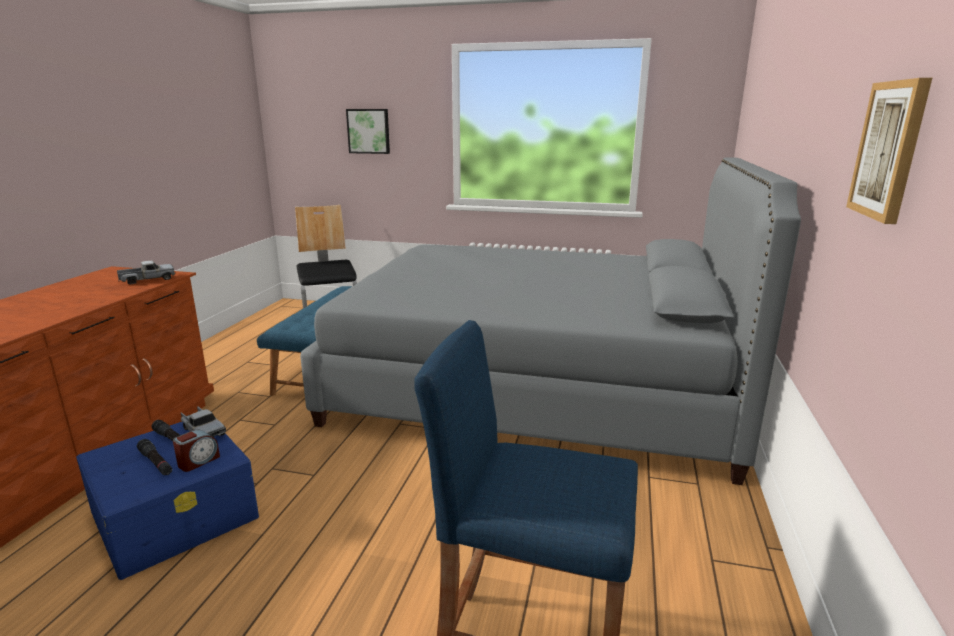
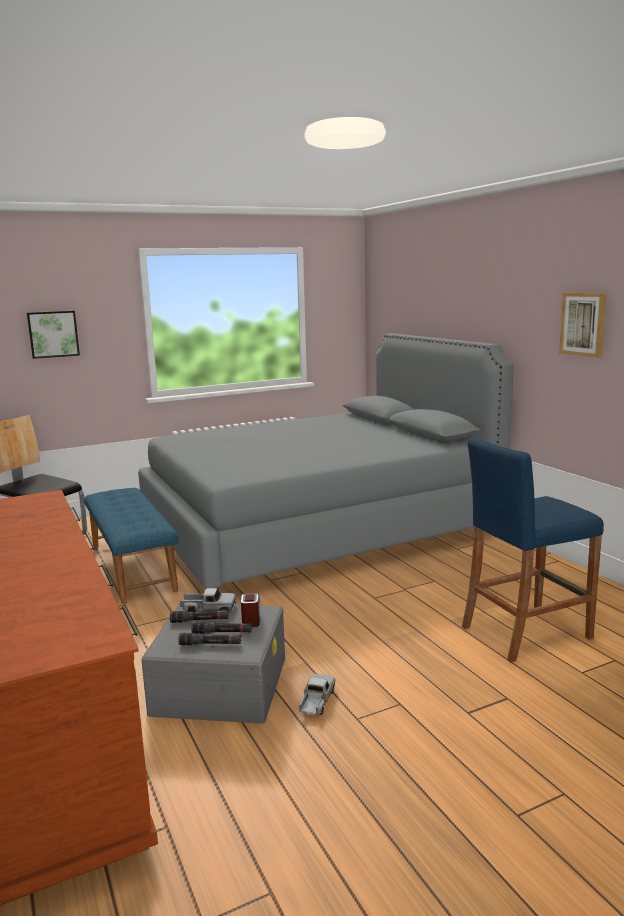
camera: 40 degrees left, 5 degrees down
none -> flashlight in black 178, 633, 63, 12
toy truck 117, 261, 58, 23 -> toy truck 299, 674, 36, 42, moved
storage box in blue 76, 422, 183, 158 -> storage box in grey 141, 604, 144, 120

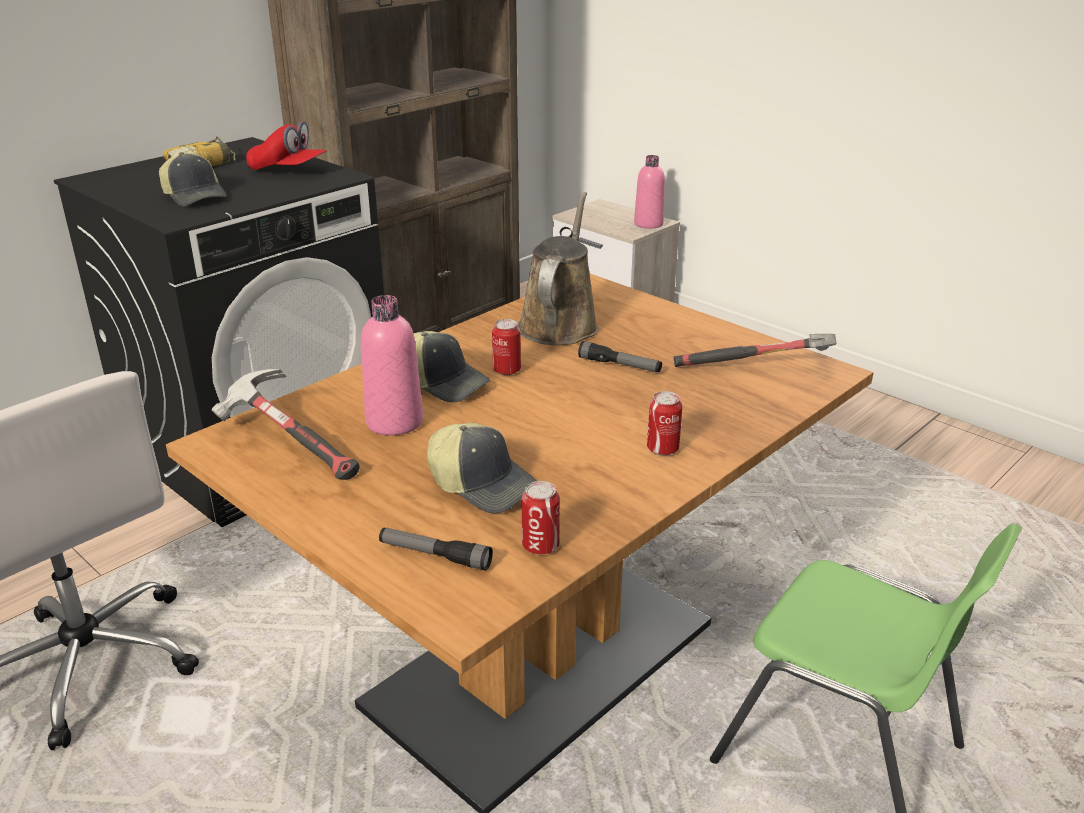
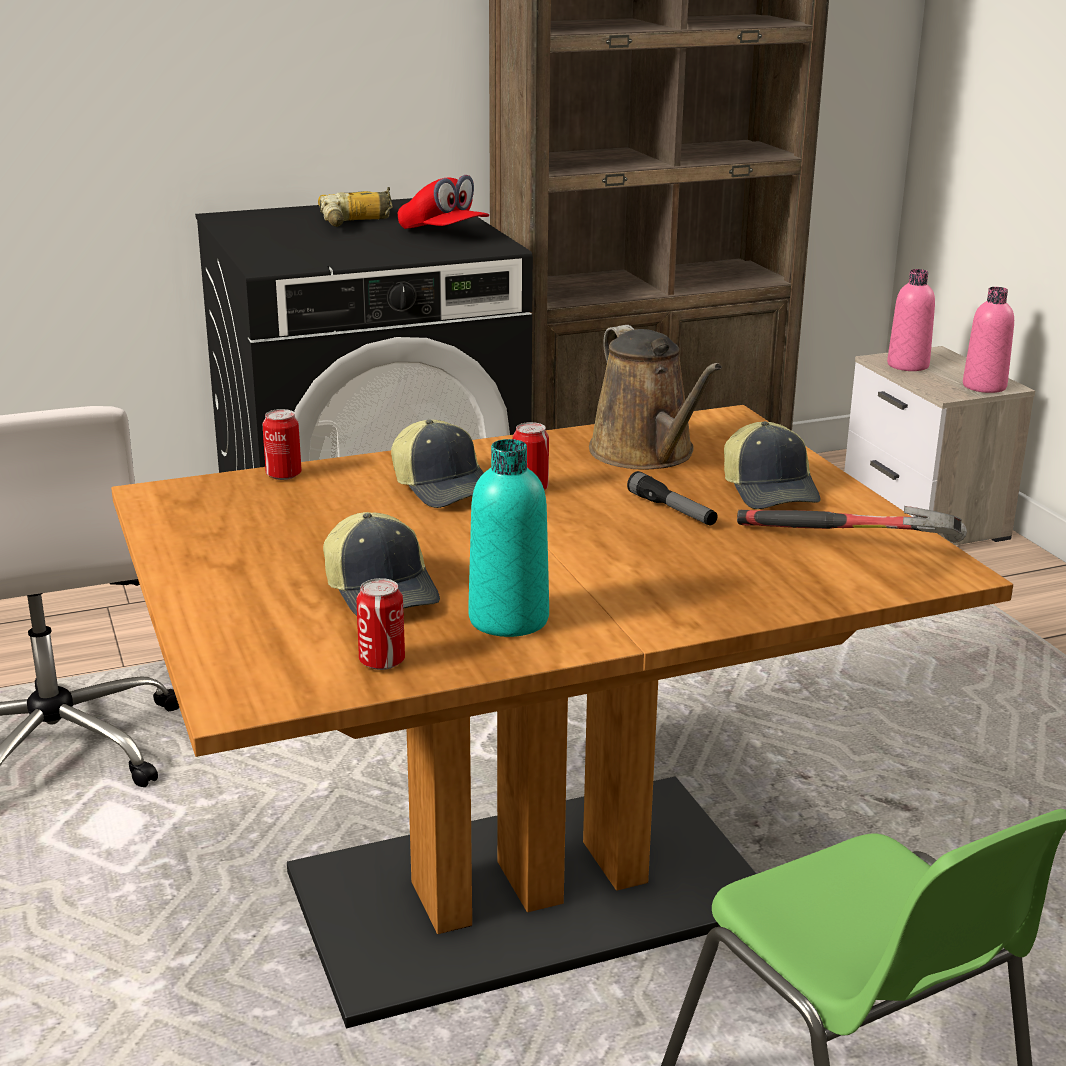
camera: 25 degrees right, 5 degrees down
hammer 211, 369, 148, 111 -> none
flashlight 379, 528, 114, 43 -> none
none -> bottle in turquoise 468, 439, 81, 198
cap 159, 152, 68, 54 -> cap 724, 421, 96, 88, moved
bottle in pink 361, 295, 62, 141 -> bottle in pink 887, 269, 48, 102, moved
can 647, 391, 35, 64 -> can 263, 409, 39, 71, moved
watering can in brown 518, 192, 81, 153 -> watering can in brown 589, 325, 133, 144, 120 degrees clockwise

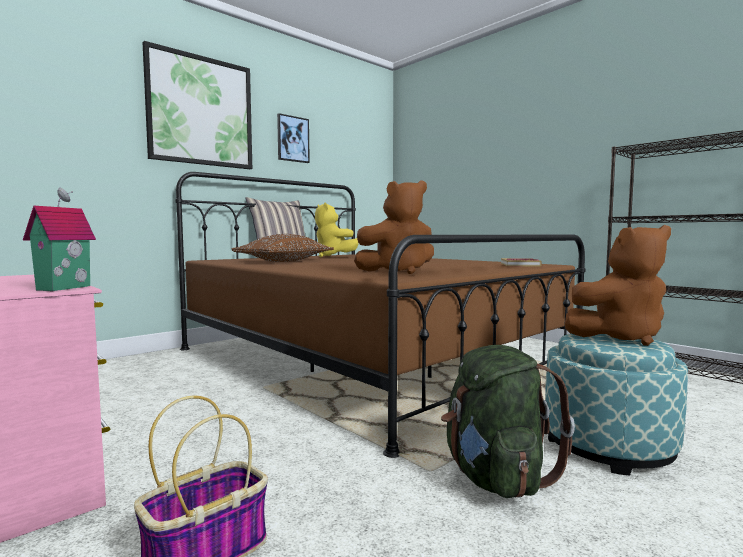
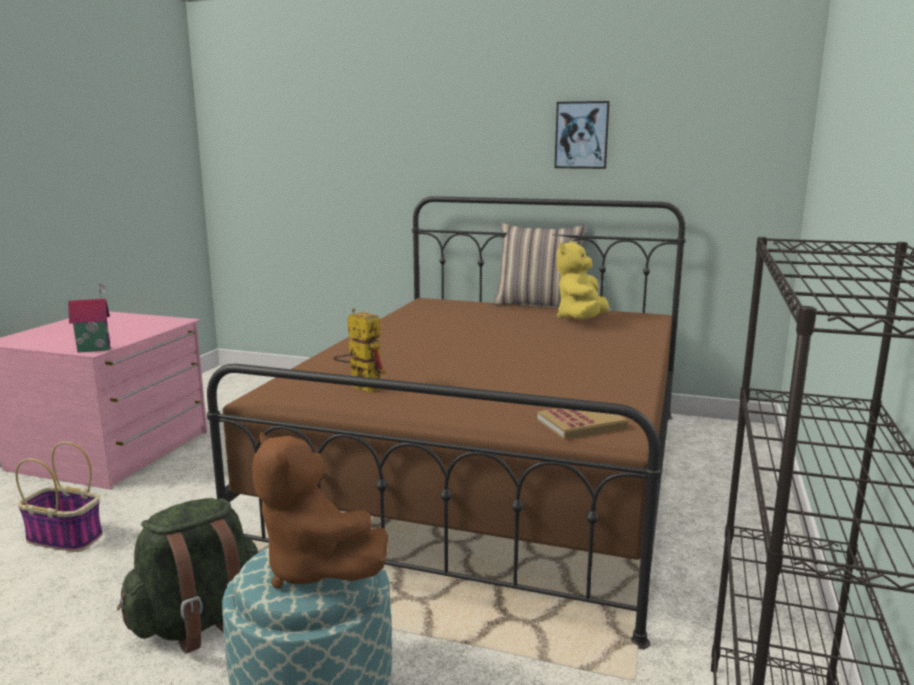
camera: 60 degrees right, 10 degrees up
picture 143, 41, 109, 128 -> none
pillow in brown 232, 234, 102, 28 -> none
plush toy in brown 354, 180, 80, 94 -> toy robot 333, 308, 53, 85

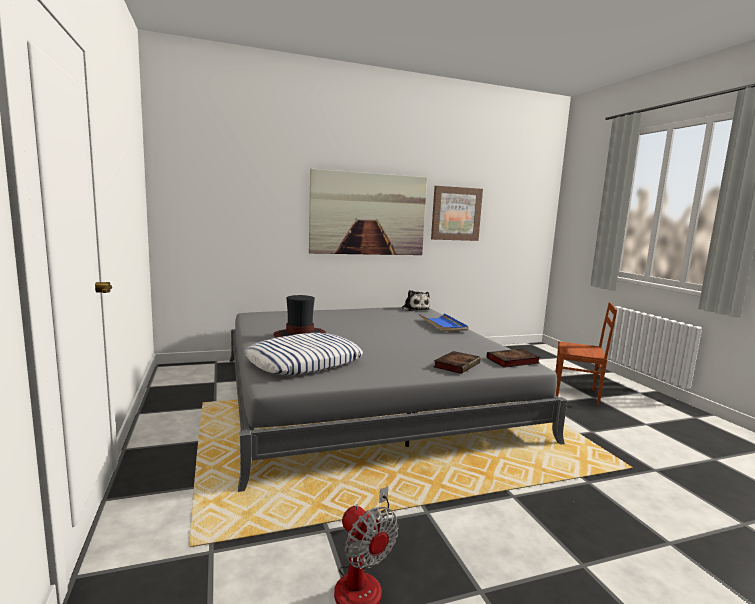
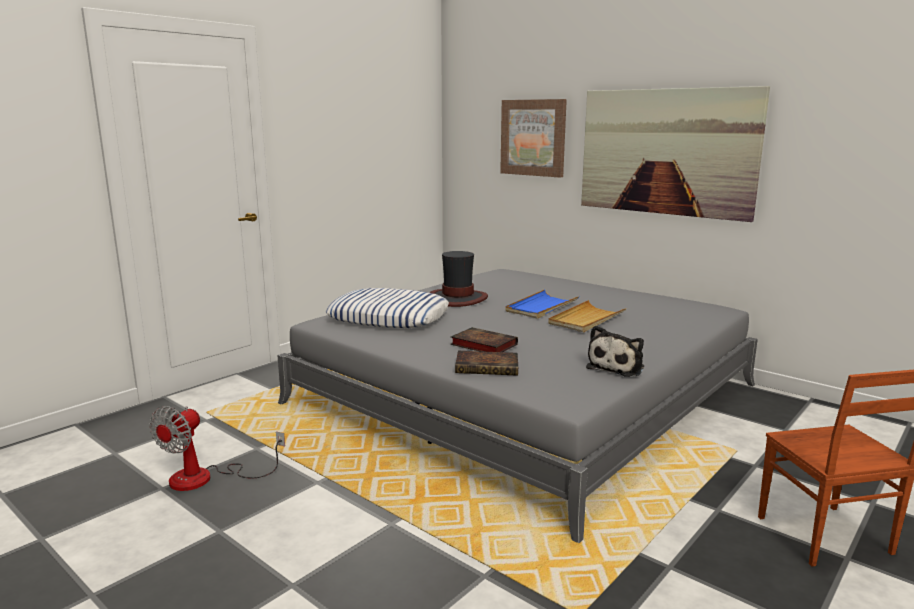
camera: 60 degrees right, 5 degrees up
none -> tray in beige 548, 300, 79, 32
plush toy 402, 290, 28, 21 -> plush toy 586, 325, 58, 52, moved
tray in blue 419, 313, 50, 19 -> tray in blue 505, 289, 74, 30, moved
picture 431, 186, 52, 55 -> picture 500, 99, 67, 78, moved
book 487, 349, 54, 19 -> book 451, 327, 67, 25, moved

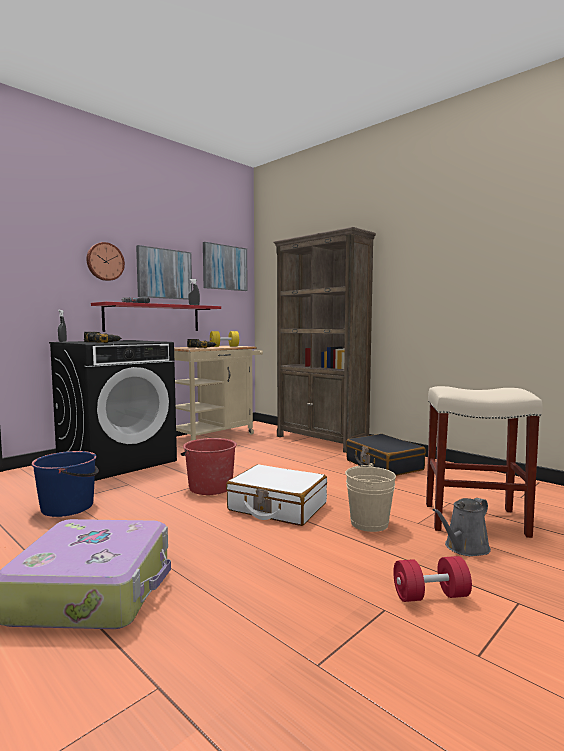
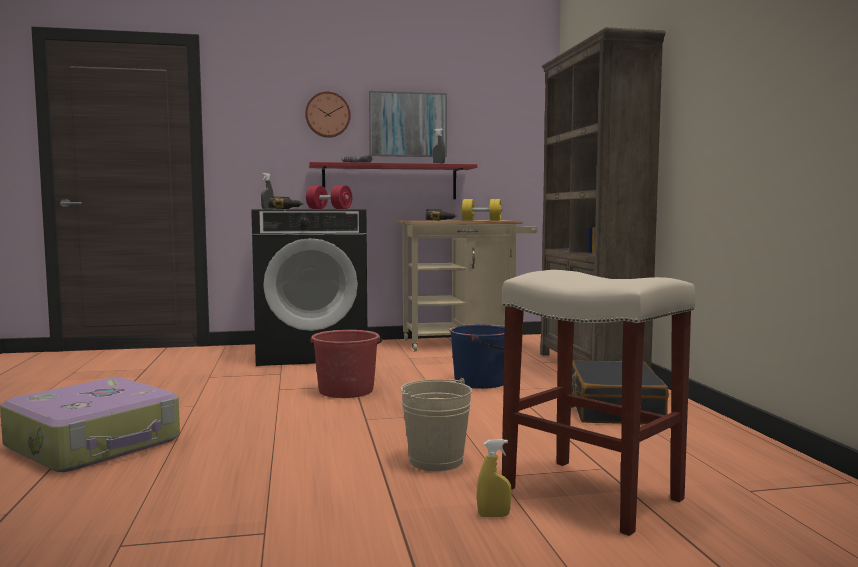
camera: 35 degrees right, 0 degrees up
picture 203, 242, 45, 49 -> none
suitcase in white 226, 464, 101, 62 -> none
bucket in blue 31, 451, 68, 66 -> bucket in blue 449, 324, 56, 65, moved
dumbbell in red 393, 556, 79, 46 -> dumbbell in red 306, 185, 46, 24, moved
watering can in grey 433, 498, 58, 58 -> spray bottle in yellow 477, 439, 35, 78

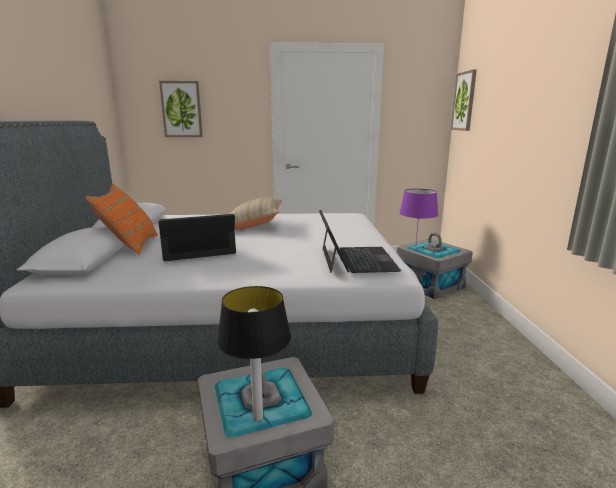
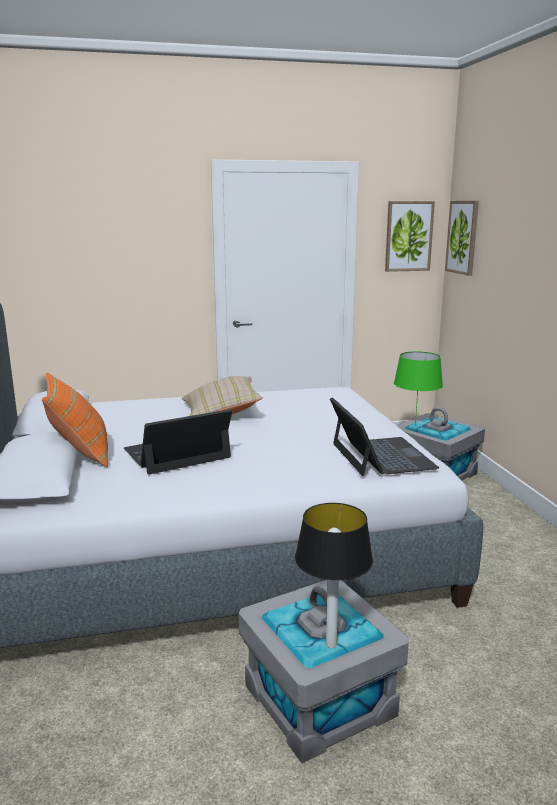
camera: 10 degrees left, 0 degrees up
picture 159, 81, 44, 56 -> picture 385, 201, 50, 71, moved
table lamp in purple 399, 189, 39, 53 -> table lamp in green 394, 351, 49, 75

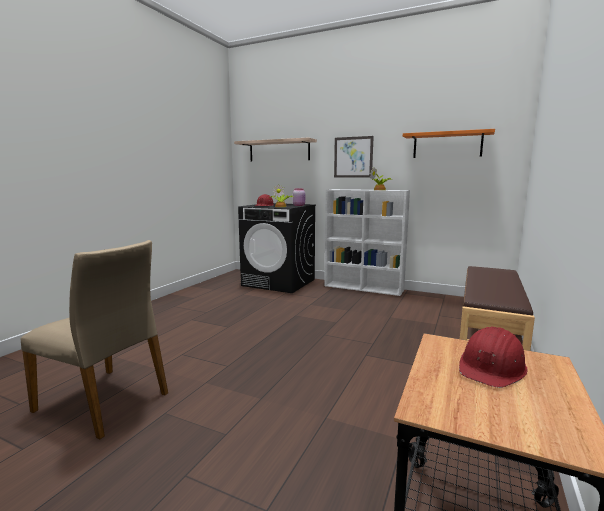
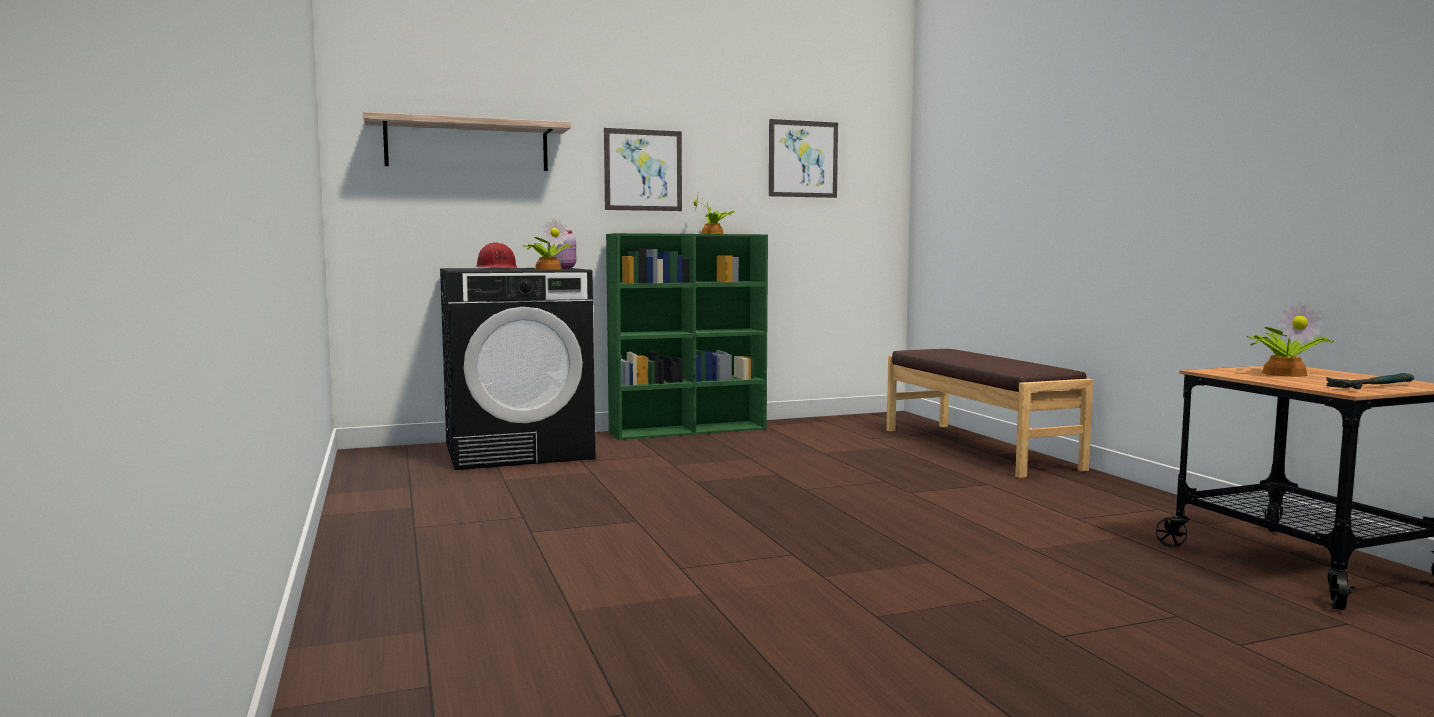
camera: 45 degrees left, 5 degrees down
chair in beige 20, 240, 148, 199 -> none
none -> hammer 1327, 373, 87, 16
shelf in orange 403, 129, 92, 29 -> picture 769, 119, 69, 79
hard hat in red 459, 326, 69, 62 -> potted plant 1246, 301, 88, 76
bookcase in white 325, 189, 85, 107 -> bookcase in green 606, 233, 162, 207

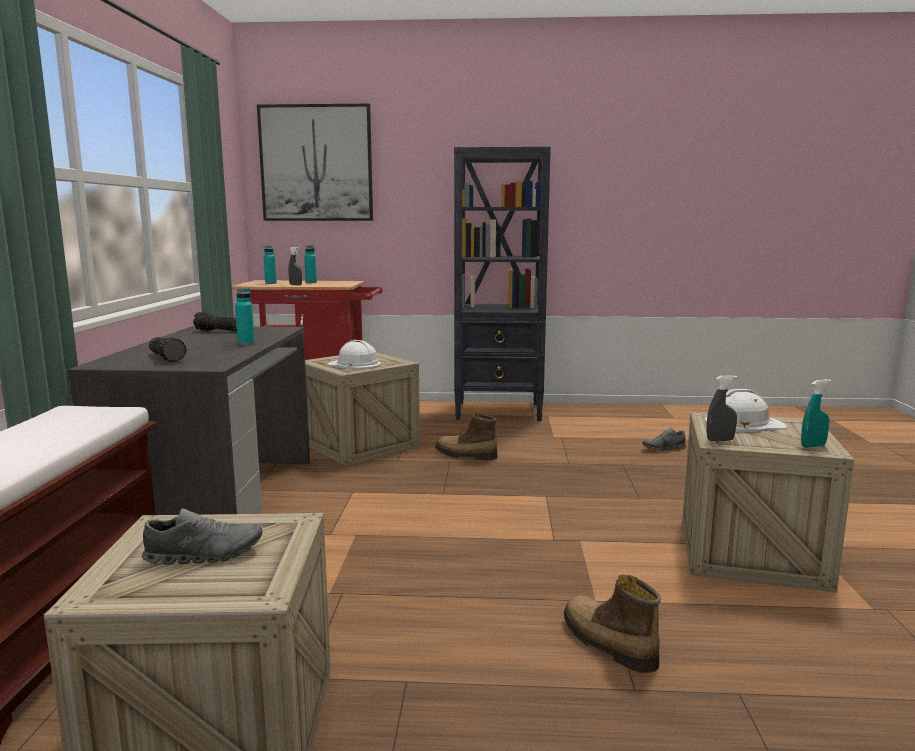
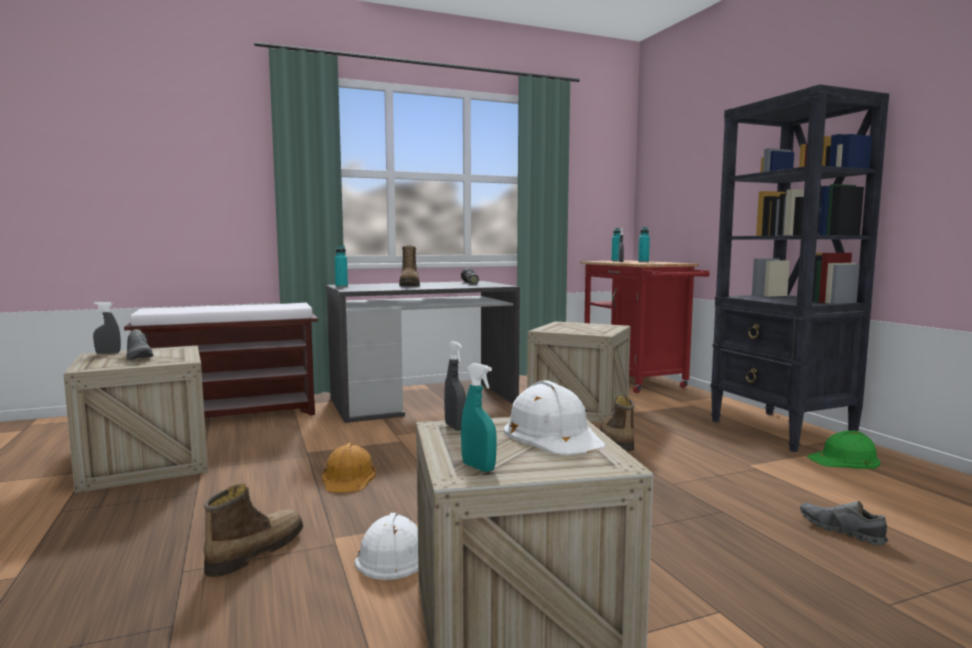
camera: 65 degrees right, 5 degrees down
flashlight 149, 337, 38, 25 -> none
picture 257, 104, 116, 117 -> none
none -> spray bottle in grey 93, 302, 28, 52
none -> hard hat in orange 322, 443, 54, 50
none -> boot 399, 246, 21, 40
none -> hard hat in green 807, 431, 74, 38
bottle in turquoise 235, 288, 20, 57 -> bottle in turquoise 335, 246, 13, 41, moved
hard hat in white 327, 340, 54, 30 -> hard hat in white 355, 513, 63, 67, moved

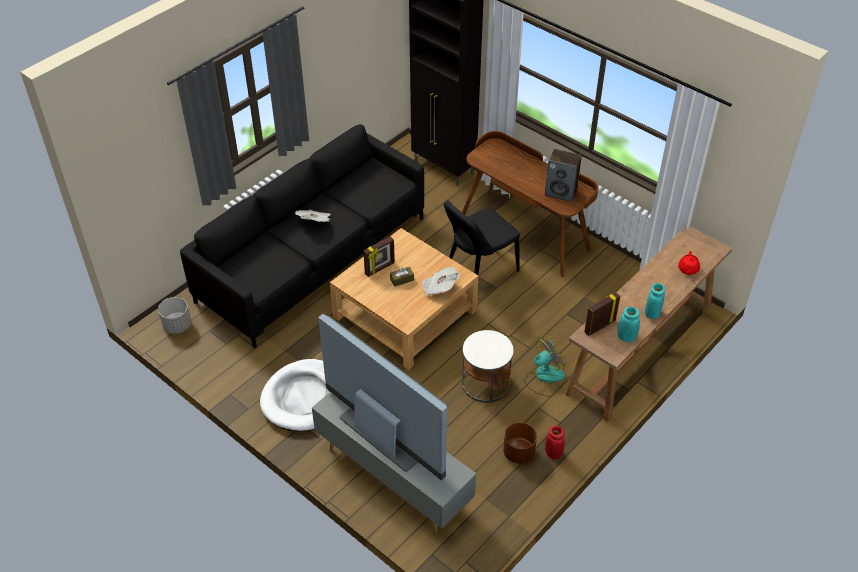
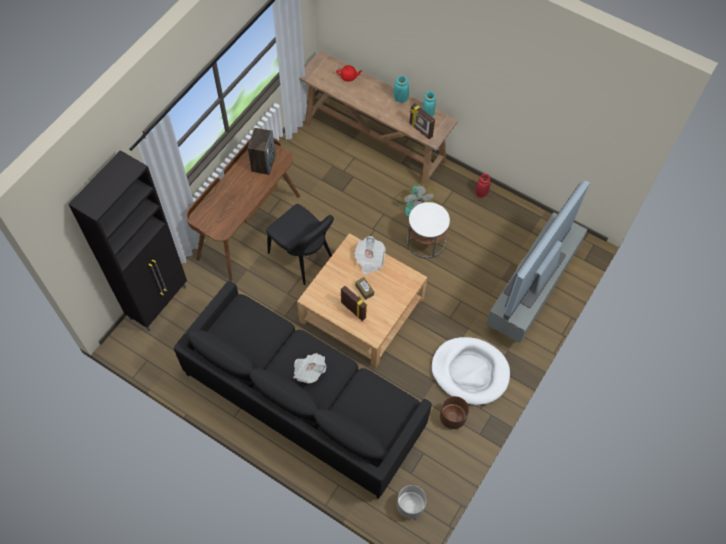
camera: 100 degrees left, 15 degrees up
planter in brown 503, 423, 34, 41 -> planter in brown 440, 396, 29, 33, moved
fan 524, 335, 42, 62 -> fan 393, 184, 42, 33, 150 degrees counterclockwise

